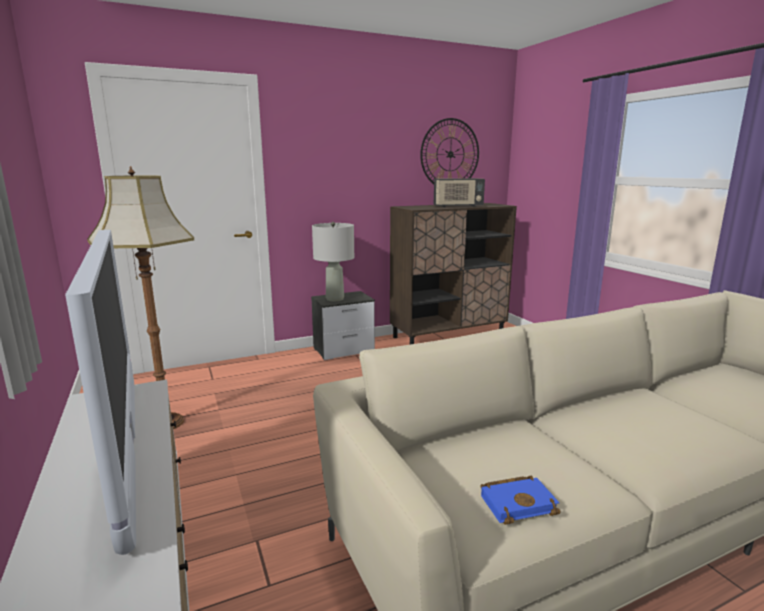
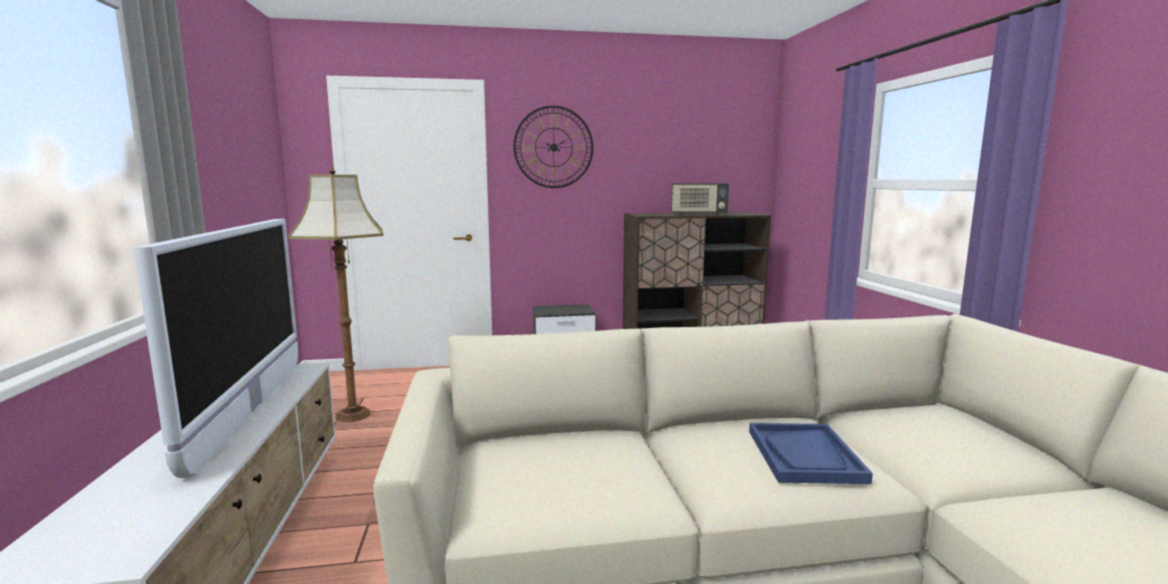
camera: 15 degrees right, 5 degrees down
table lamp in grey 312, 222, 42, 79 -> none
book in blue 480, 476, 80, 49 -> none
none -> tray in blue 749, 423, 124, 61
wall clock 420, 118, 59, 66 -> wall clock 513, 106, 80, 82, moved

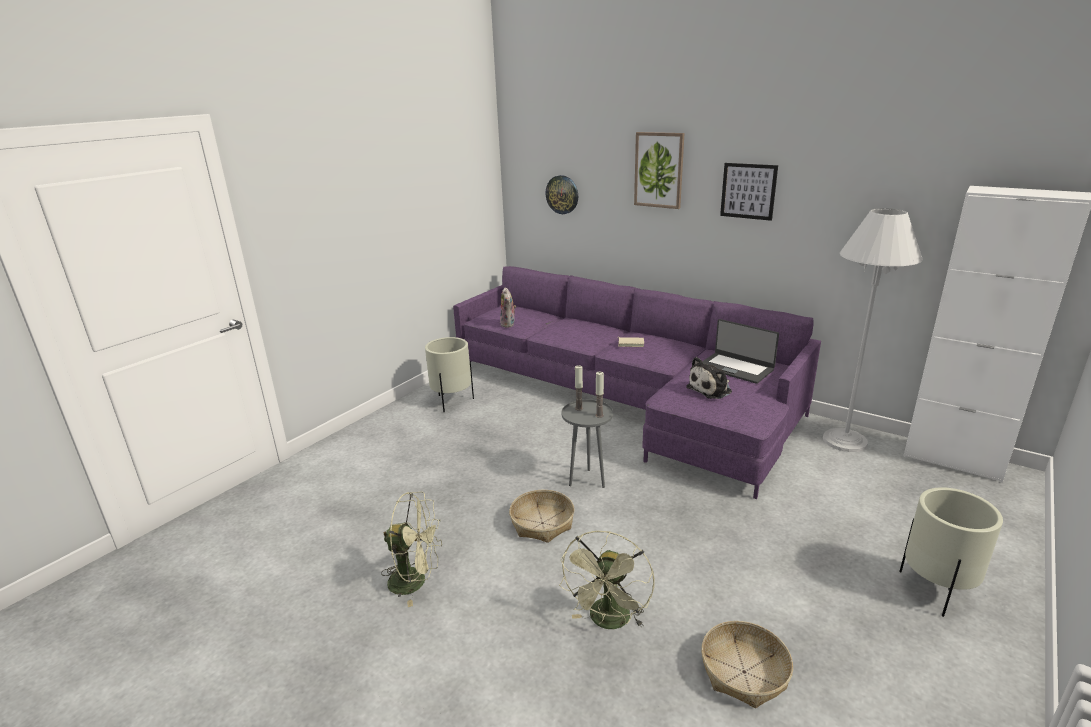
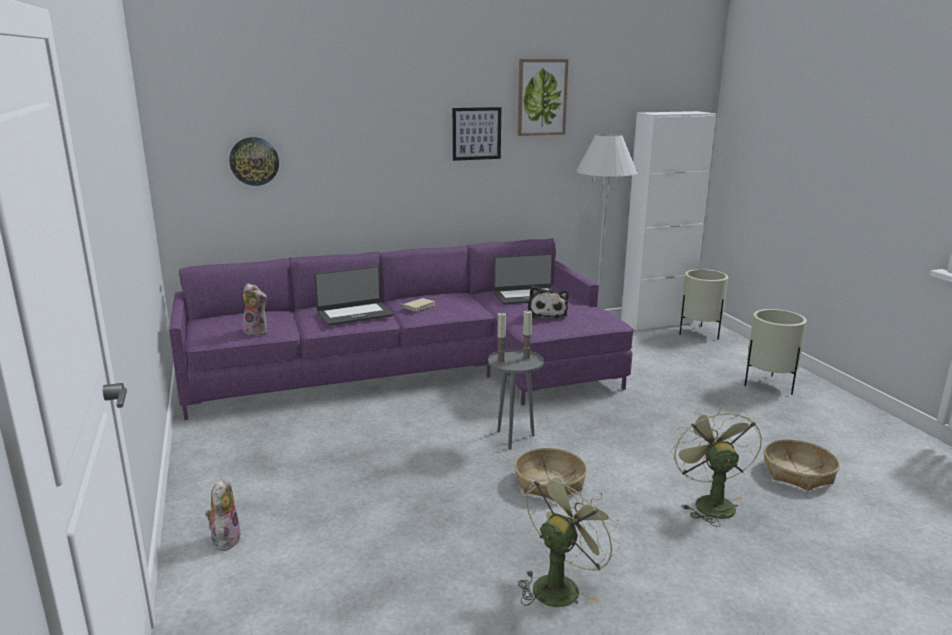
camera: 55 degrees left, 5 degrees down
none -> plush toy 205, 479, 36, 72
none -> laptop 314, 266, 79, 60
planter in beige 425, 337, 49, 75 -> planter in beige 679, 269, 49, 71, moved
picture 634, 132, 51, 77 -> picture 517, 59, 51, 77, moved
fan in green 559, 531, 96, 98 -> fan in green 671, 405, 91, 122, 150 degrees counterclockwise

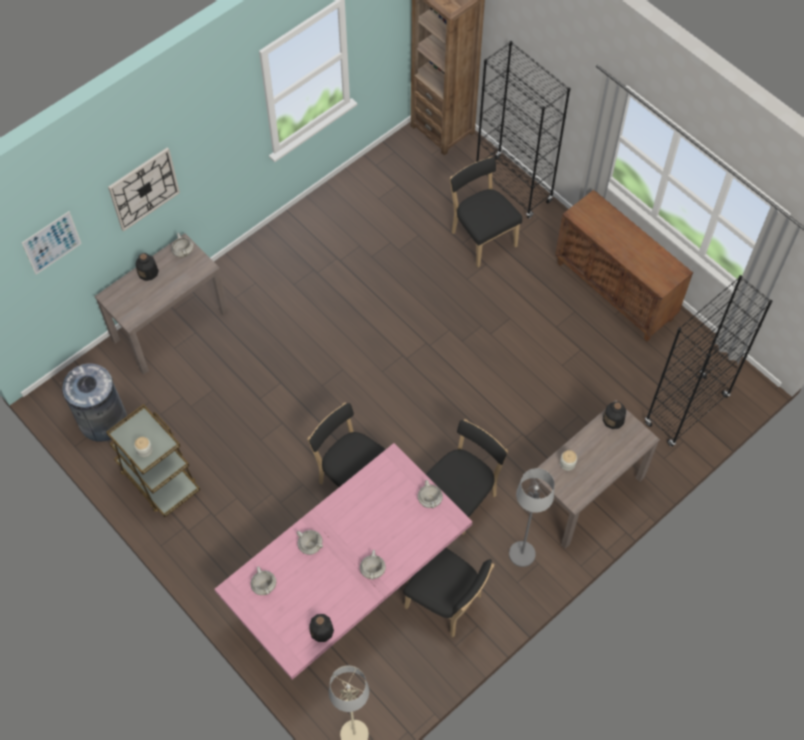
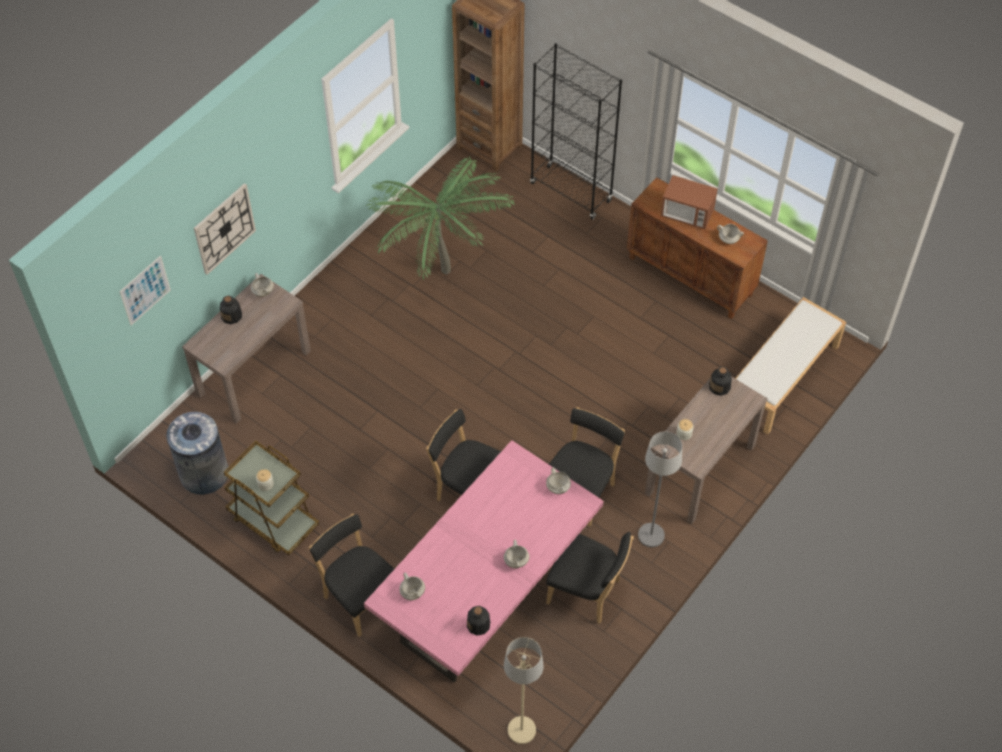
camera: 10 degrees left, 5 degrees down
none -> potted plant 367, 157, 148, 123
none -> microwave 661, 175, 57, 54
cooking pot in white 297, 530, 26, 25 -> cooking pot in white 717, 224, 27, 20, moved
chair in black 450, 157, 72, 110 -> chair in black 309, 513, 85, 124, moved
bookcase in black 645, 275, 127, 172 -> bench in white 735, 297, 111, 138

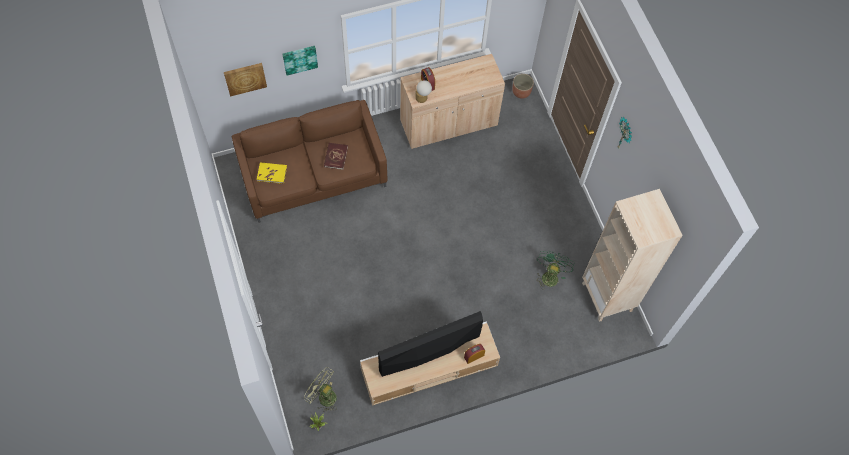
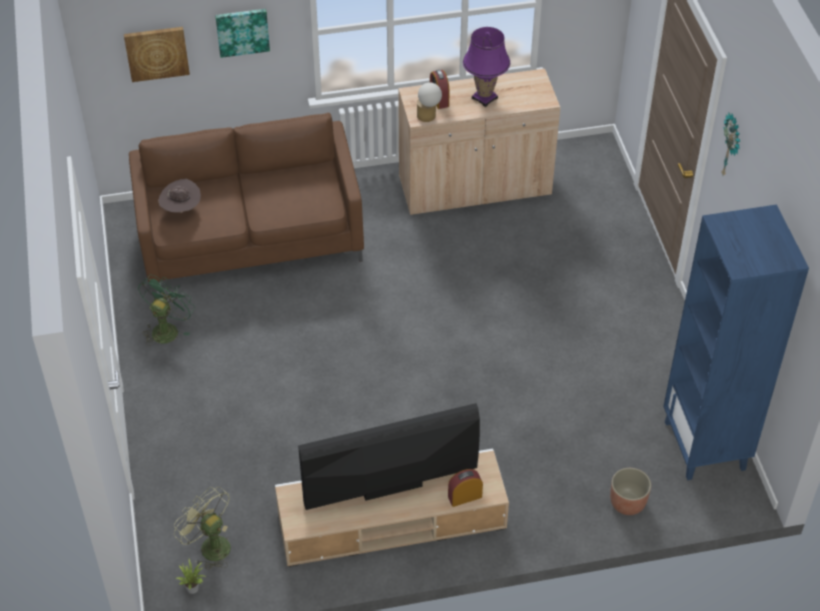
camera: 10 degrees right, 15 degrees down
book in red 324, 143, 24, 27 -> none
none -> table lamp in purple 463, 27, 47, 80
planter 512, 74, 22, 25 -> planter 610, 468, 41, 47, moved
fan in green 536, 251, 39, 38 -> fan in green 138, 275, 57, 71, moved
book in yellow 257, 163, 30, 21 -> hat in brown 159, 179, 42, 34
bookcase in beige 582, 189, 101, 133 -> bookcase in blue 663, 205, 146, 275

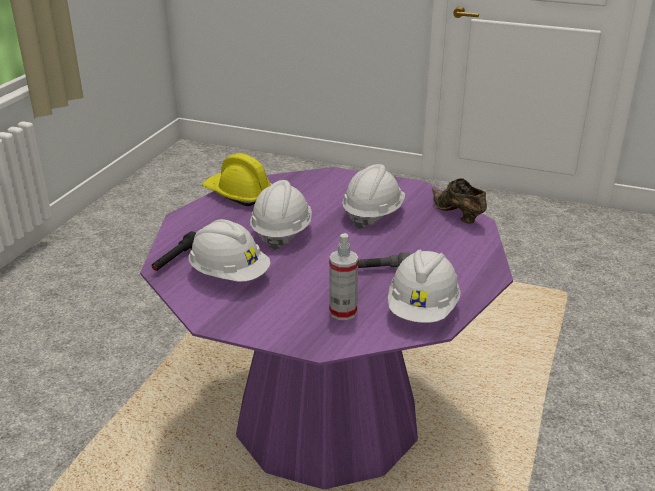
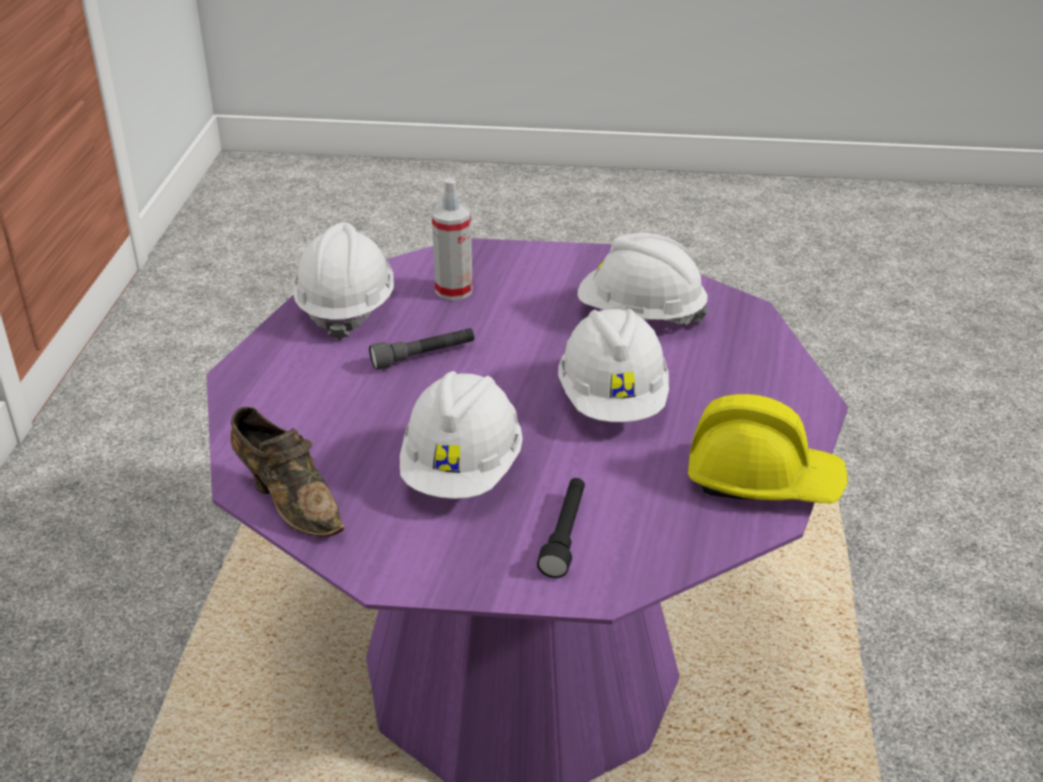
camera: 165 degrees right, 5 degrees up
flashlight in black 152, 231, 44, 40 -> flashlight in black 537, 478, 48, 100, moved

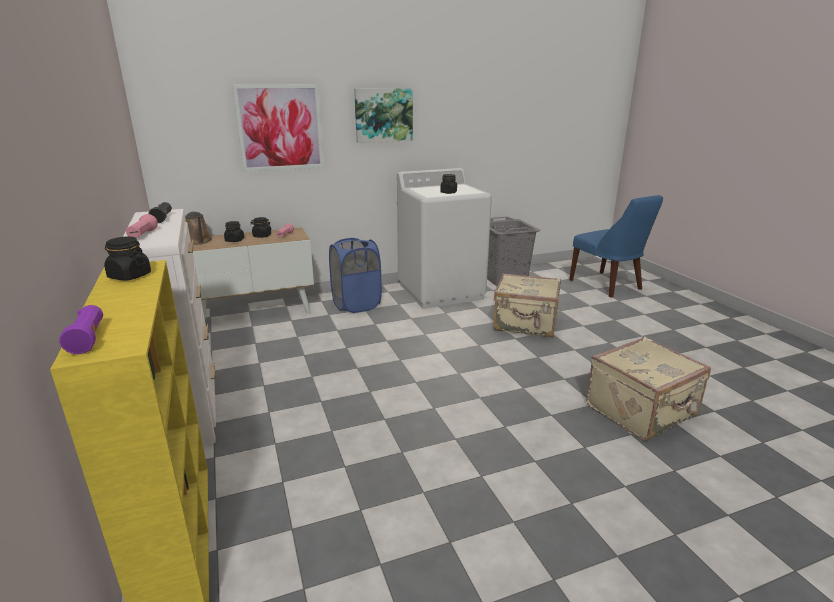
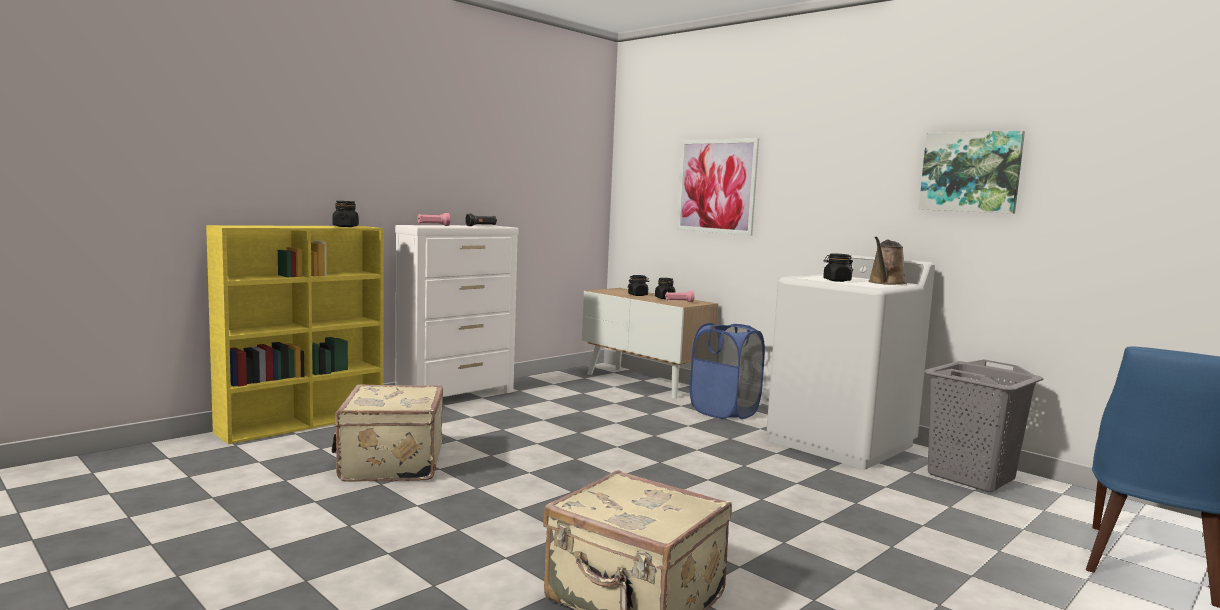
camera: 65 degrees right, 15 degrees down
flashlight in purple 59, 305, 44, 49 -> none
watering can in brown 185, 211, 27, 34 -> watering can in brown 868, 237, 39, 48, moved
picture 354, 88, 59, 55 -> picture 919, 131, 106, 83, moved
suitcase in beige 493, 273, 68, 65 -> suitcase in beige 332, 384, 111, 98, moved

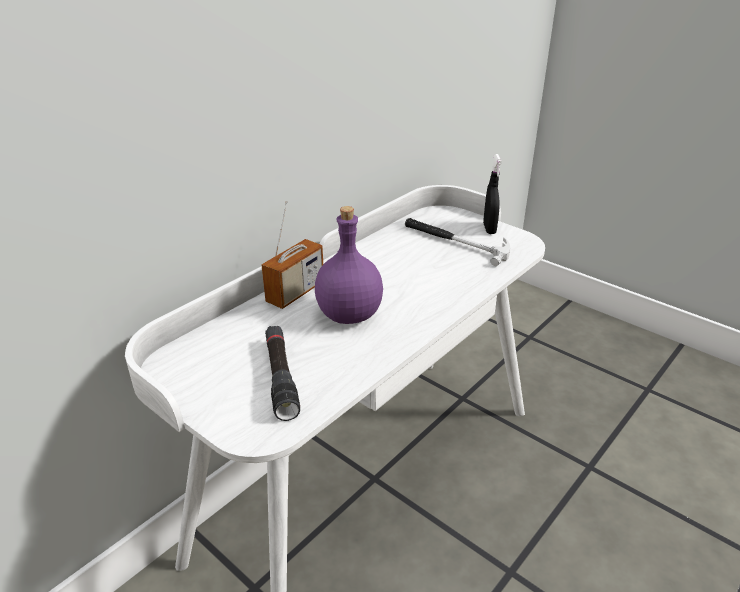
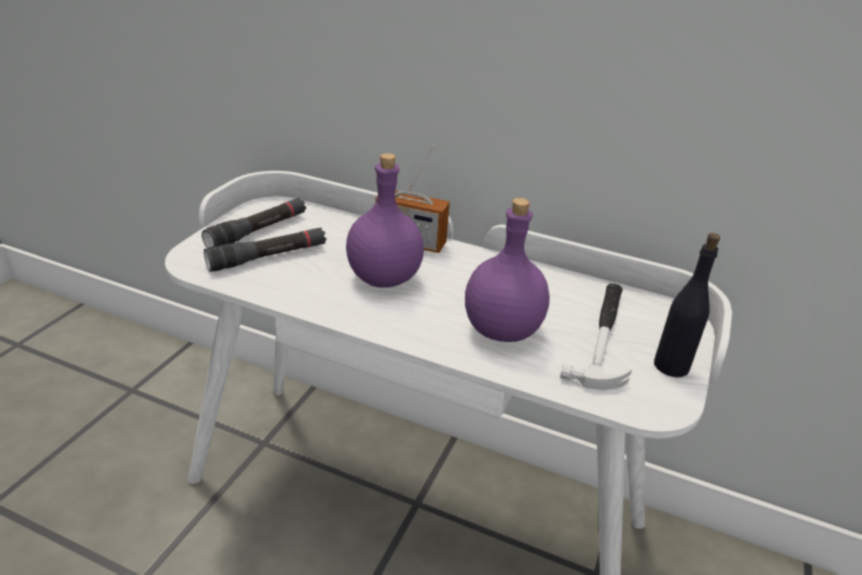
camera: 70 degrees right, 0 degrees up
none -> flashlight in black 202, 198, 104, 50
none -> bottle in purple 465, 198, 85, 144
spray bottle in black 483, 154, 19, 80 -> bottle in black 654, 233, 66, 144

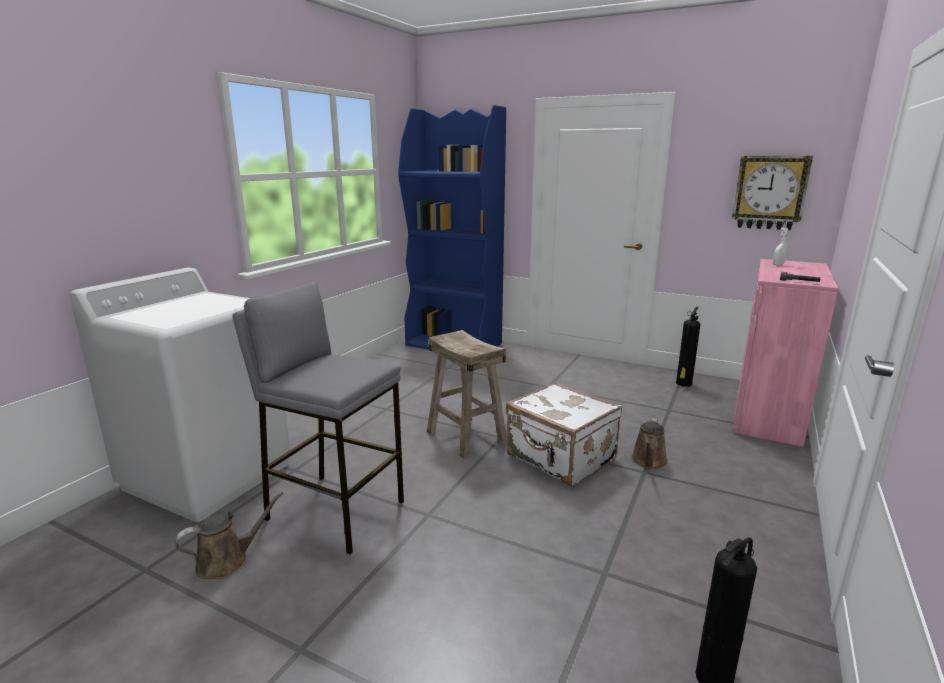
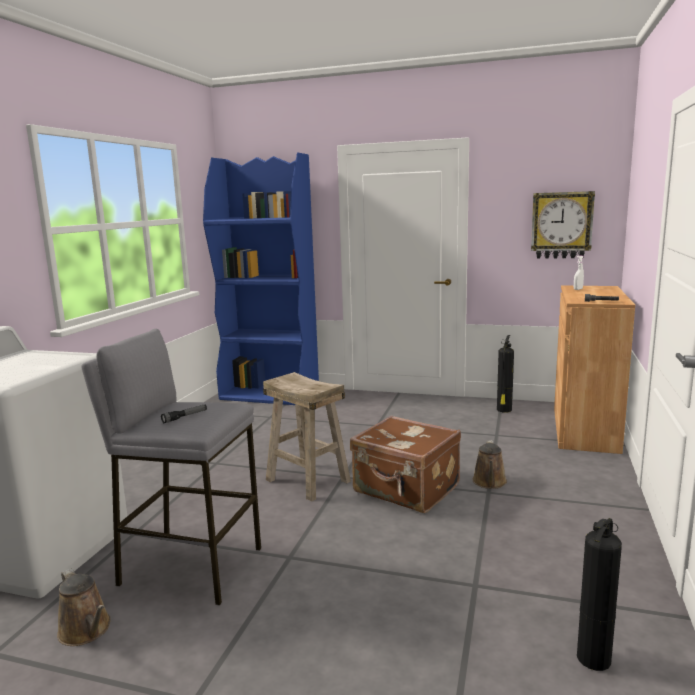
camera: 10 degrees left, 5 degrees down
none -> flashlight 161, 405, 46, 18
suitcase in white 506, 382, 116, 105 -> suitcase in brown 350, 416, 111, 97
cabinet in pink 733, 259, 106, 188 -> cabinet in brown 554, 286, 81, 168
watering can in brown 175, 492, 109, 87 -> watering can in brown 57, 568, 54, 78, 90 degrees clockwise

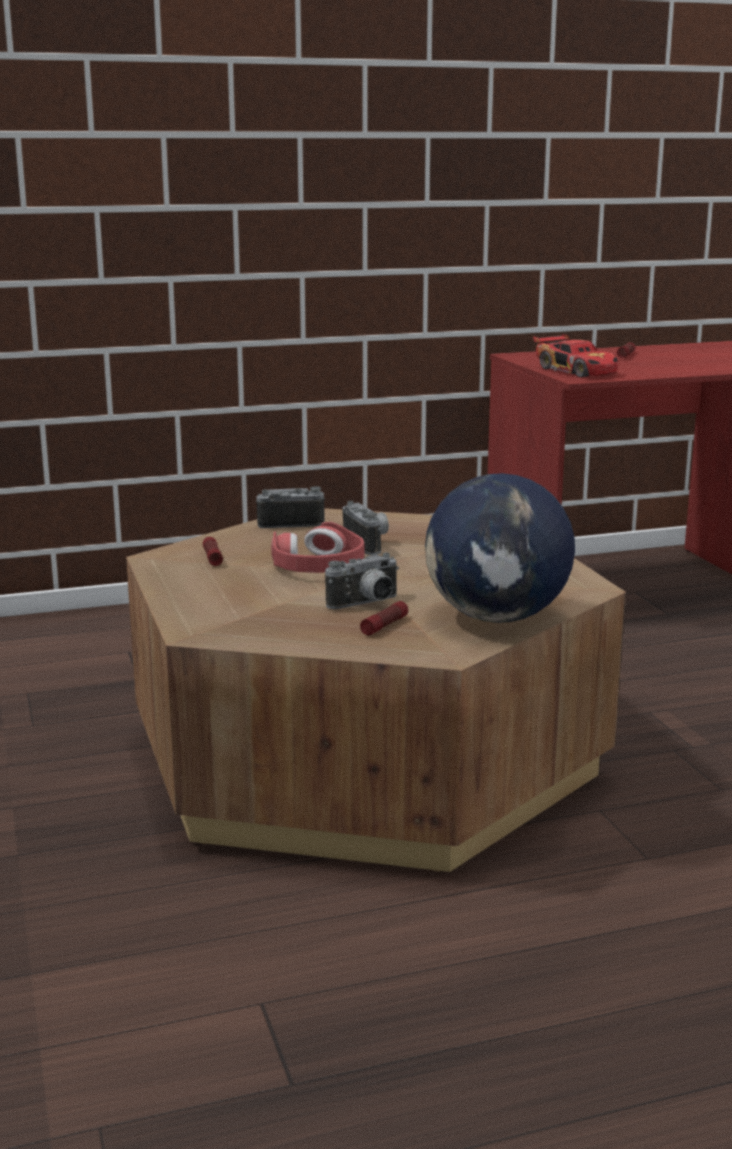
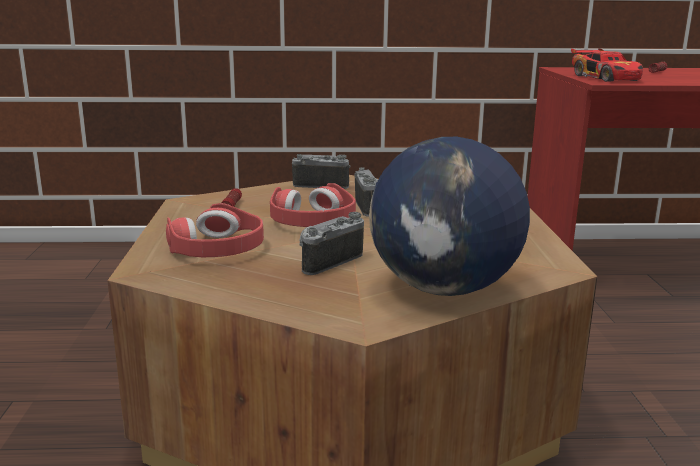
camera: 15 degrees right, 0 degrees up
flashlight 360, 601, 48, 34 -> none
none -> headphones in red 166, 203, 98, 54
photo camera 325, 552, 74, 57 -> photo camera 299, 212, 65, 63, 150 degrees clockwise

